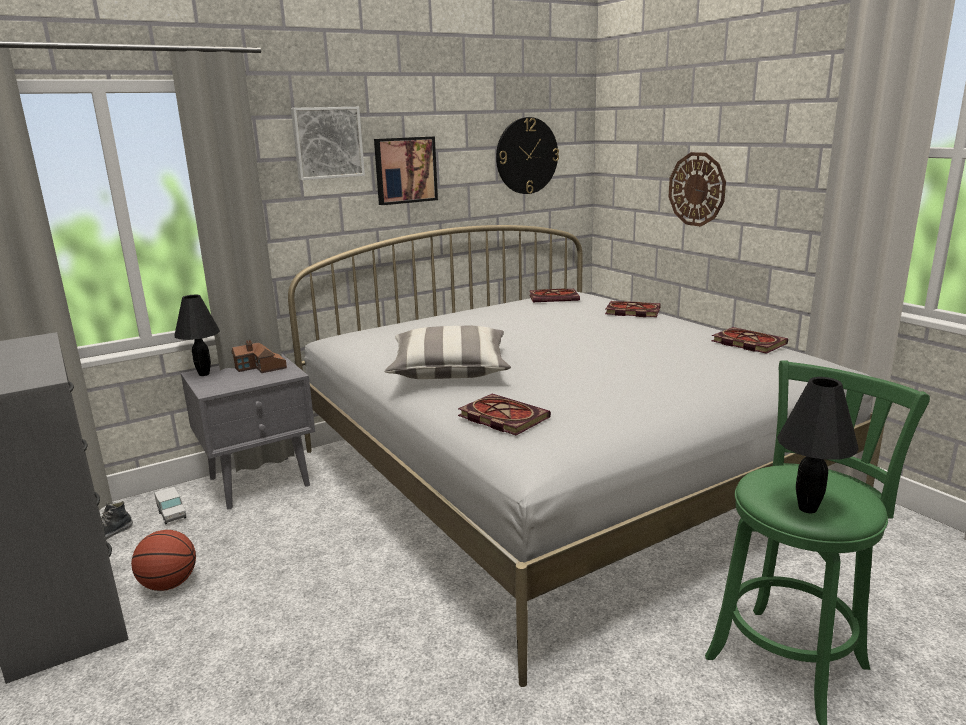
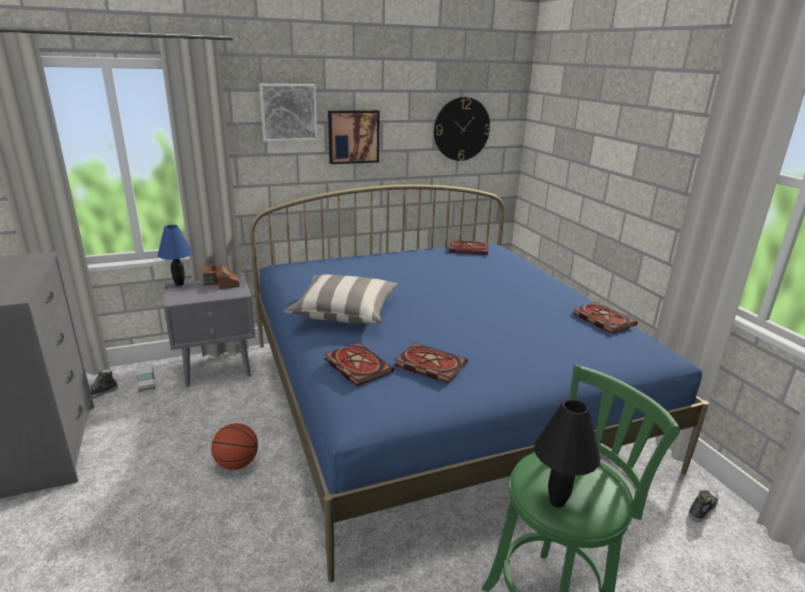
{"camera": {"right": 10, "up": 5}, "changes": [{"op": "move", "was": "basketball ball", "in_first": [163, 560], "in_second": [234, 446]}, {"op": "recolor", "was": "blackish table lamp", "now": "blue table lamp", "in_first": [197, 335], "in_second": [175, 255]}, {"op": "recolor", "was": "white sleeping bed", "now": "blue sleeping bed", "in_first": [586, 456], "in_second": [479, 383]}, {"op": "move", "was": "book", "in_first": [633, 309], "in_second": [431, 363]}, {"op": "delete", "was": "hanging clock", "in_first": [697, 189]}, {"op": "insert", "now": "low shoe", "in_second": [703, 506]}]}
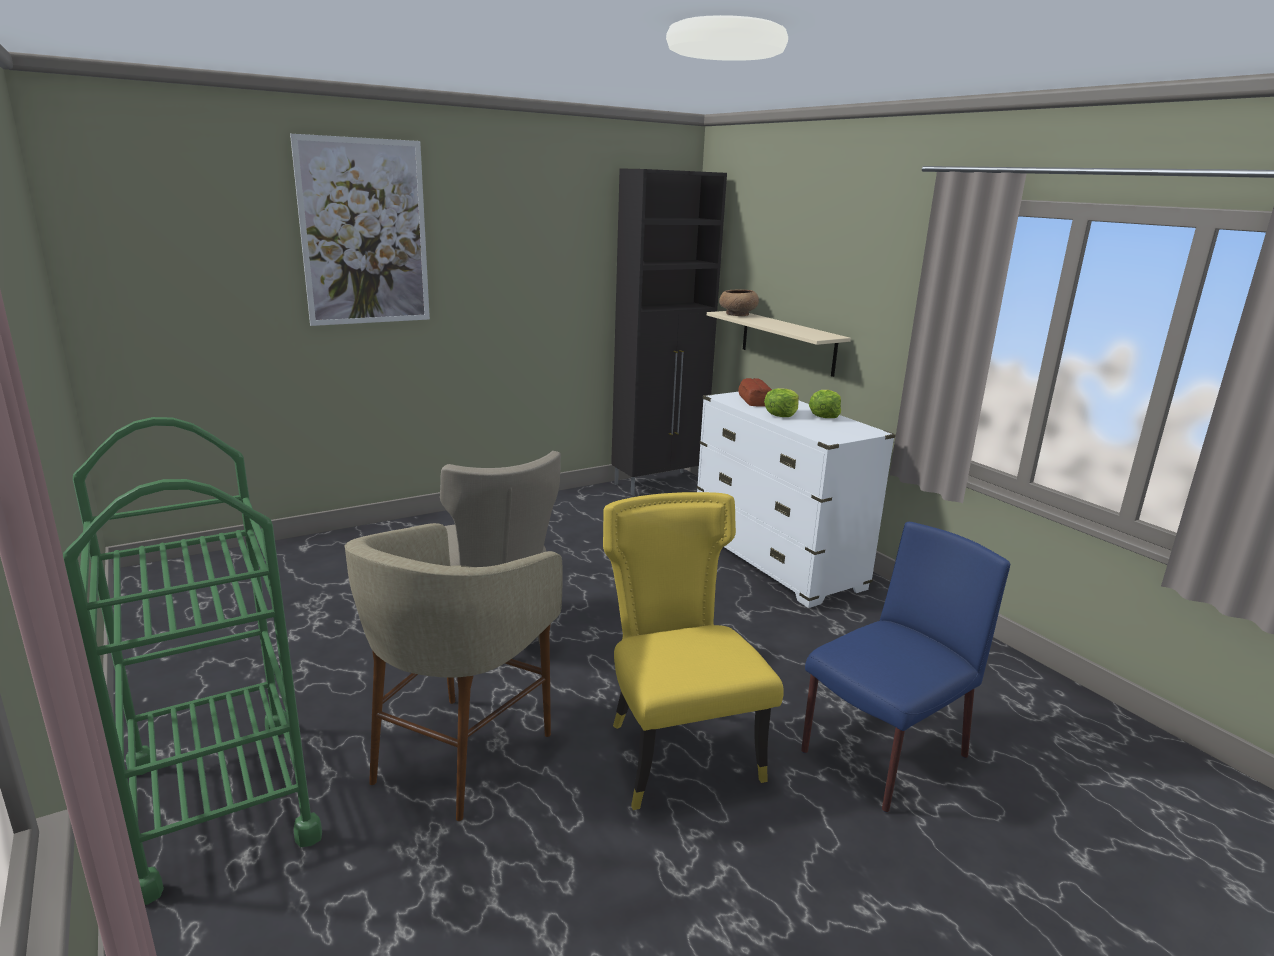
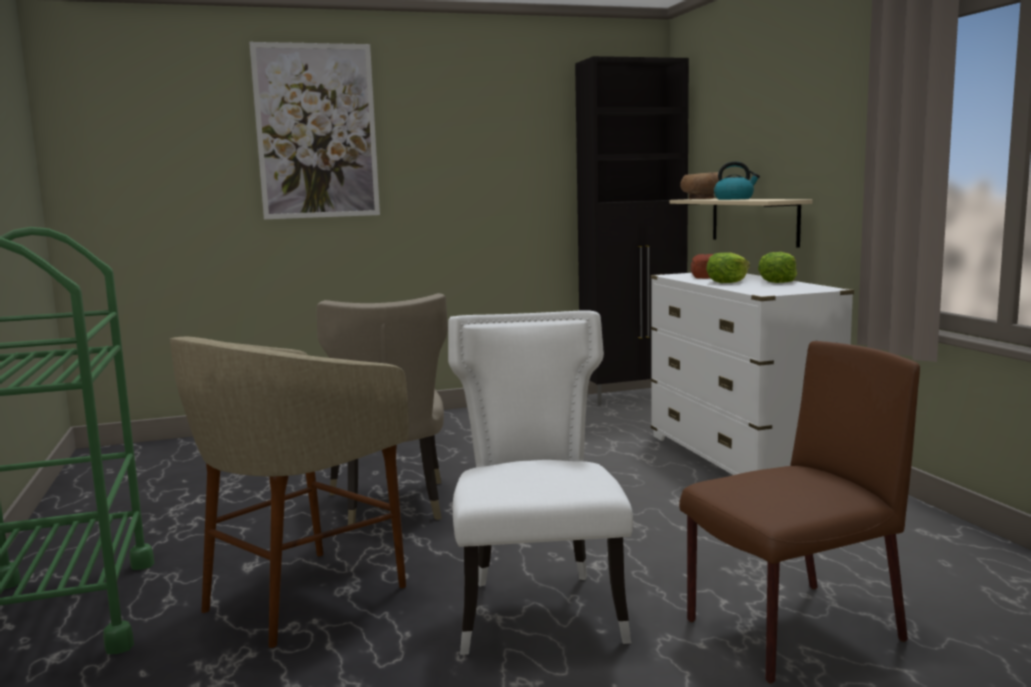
{"camera": {"right": 15, "up": -10}, "changes": [{"op": "recolor", "was": "yellowish chair", "now": "white chair", "in_first": [693, 651], "in_second": [540, 482]}, {"op": "recolor", "was": "blue chair", "now": "brownish chair", "in_first": [905, 667], "in_second": [799, 512]}, {"op": "insert", "now": "kettle", "in_second": [737, 180]}]}
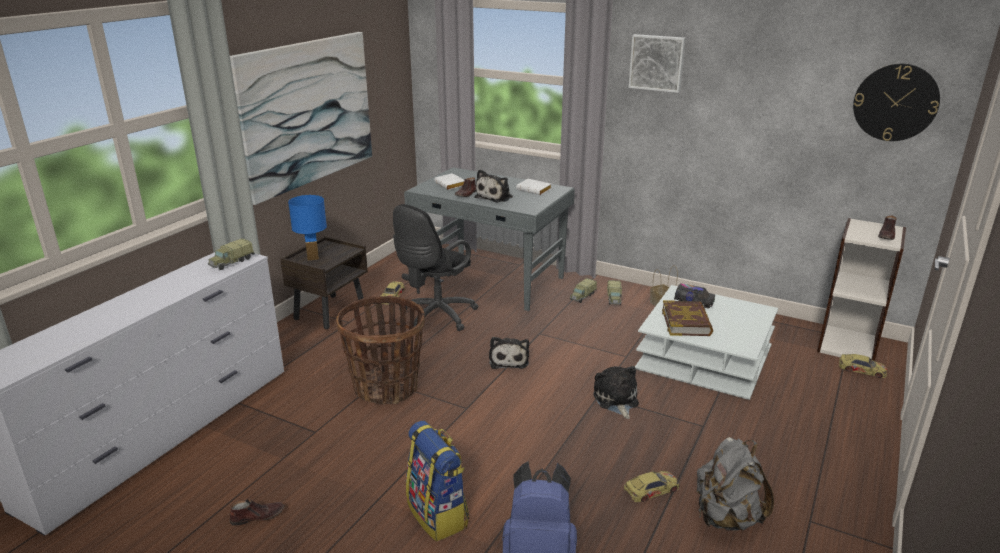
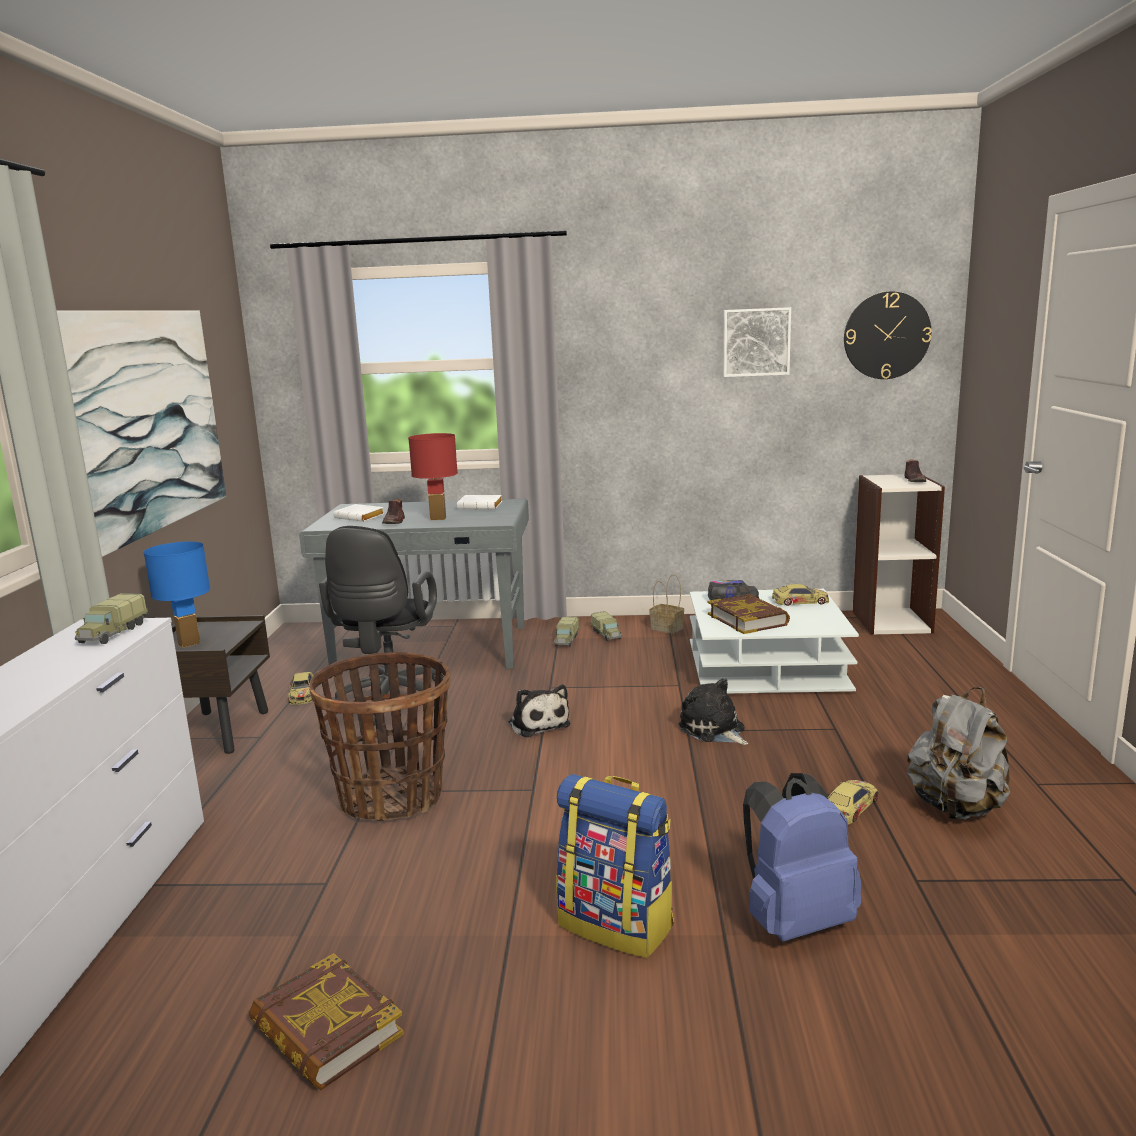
{"camera": {"right": -25, "up": -10}, "changes": [{"op": "replace", "was": "brownish low shoe", "now": "book", "in_first": [257, 512], "in_second": [326, 1021]}, {"op": "replace", "was": "plush toy", "now": "red-coloured table lamp", "in_first": [493, 185], "in_second": [433, 476]}, {"op": "move", "was": "wall art", "in_first": [657, 63], "in_second": [757, 342]}, {"op": "move", "was": "model car", "in_first": [863, 366], "in_second": [800, 595]}]}
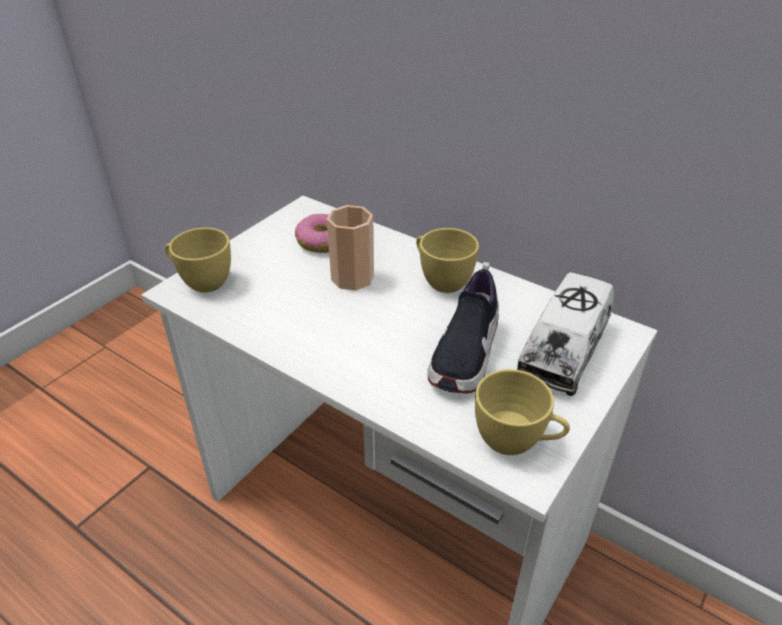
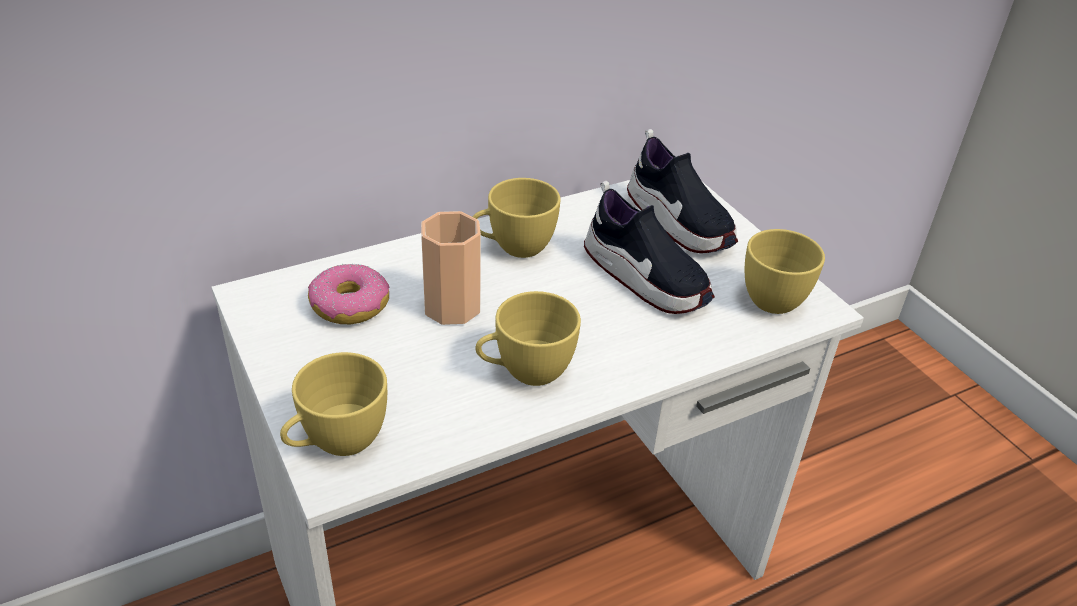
{"camera": {"right": -65, "up": 0}, "changes": [{"op": "replace", "was": "toy truck", "now": "low shoe", "in_first": [564, 334], "in_second": [682, 191]}, {"op": "insert", "now": "yellowish cup", "in_second": [528, 338]}]}
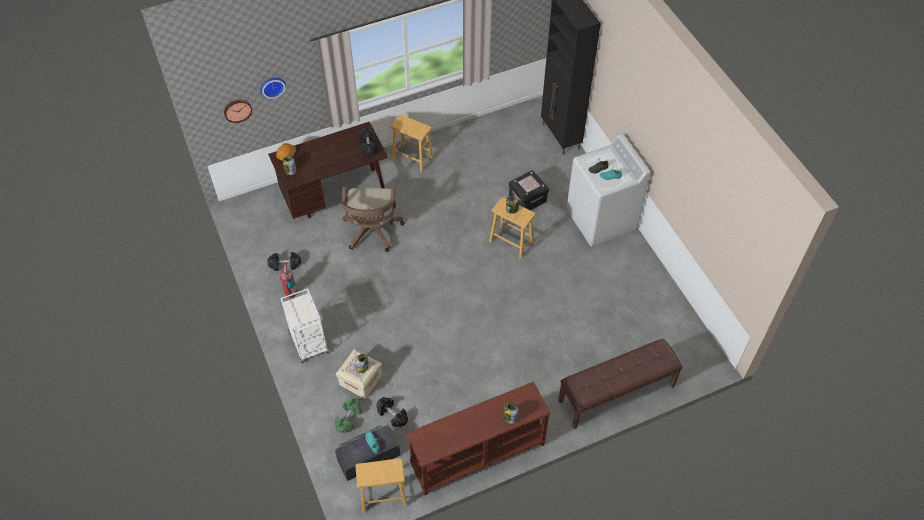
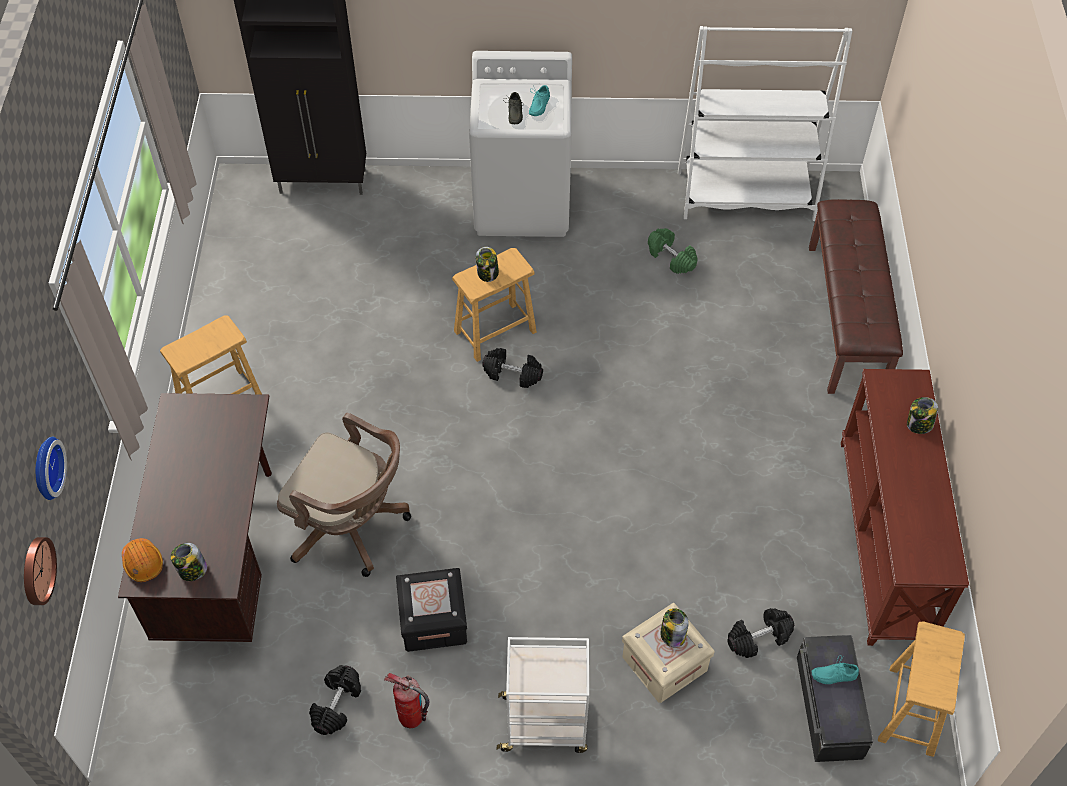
{"camera": {"right": -65, "up": 0}, "changes": [{"op": "move", "was": "greenish free weight", "in_first": [348, 416], "in_second": [673, 251]}, {"op": "move", "was": "blackish free weight", "in_first": [368, 142], "in_second": [512, 368]}, {"op": "move", "was": "blackish storage bin", "in_first": [529, 190], "in_second": [431, 610]}, {"op": "insert", "now": "white bookshelf", "in_second": [765, 123]}]}
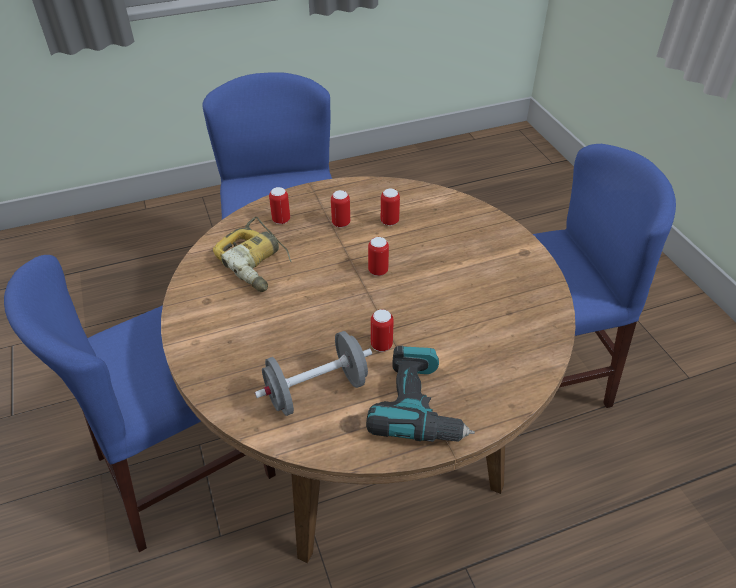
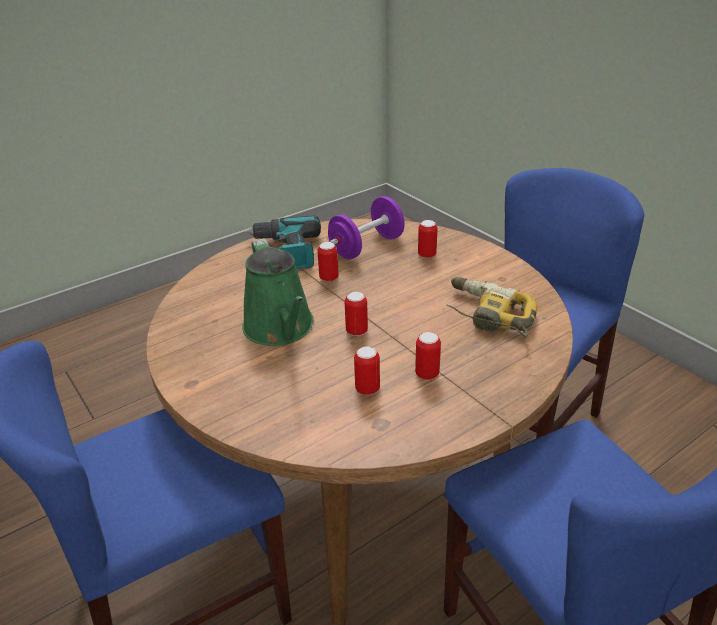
{"camera": {"right": 165, "up": -10}, "changes": [{"op": "recolor", "was": "greyish free weight", "now": "purple-coloured free weight", "in_first": [313, 373], "in_second": [366, 228]}, {"op": "move", "was": "can", "in_first": [279, 205], "in_second": [428, 239]}, {"op": "insert", "now": "greenish sprinkling can", "in_second": [278, 292]}]}
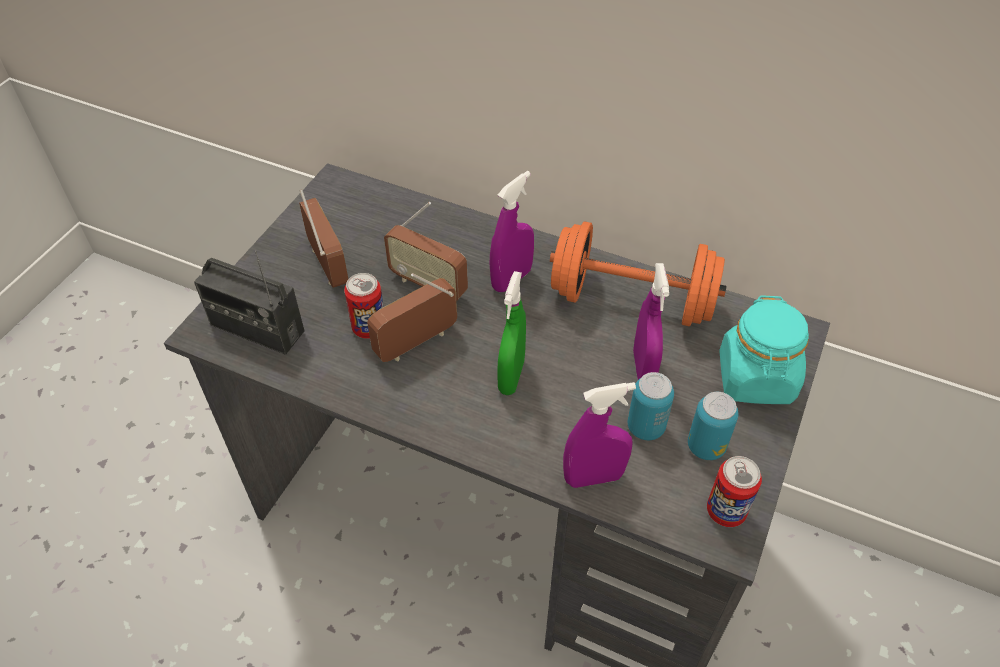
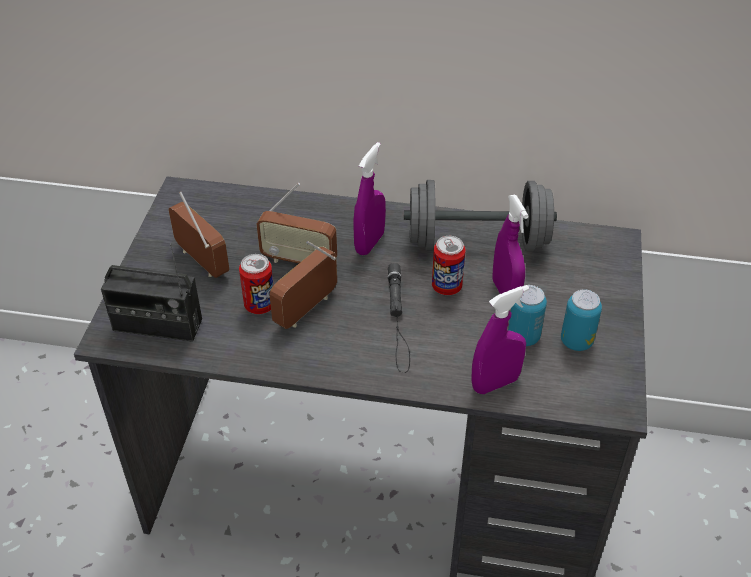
{"camera": {"right": -15, "up": -5}, "changes": [{"op": "replace", "was": "greenish hand sprayer", "now": "blackish torch", "in_first": [511, 333], "in_second": [399, 318]}, {"op": "recolor", "was": "orangey free weight", "now": "greyish free weight", "in_first": [638, 274], "in_second": [480, 216]}, {"op": "move", "was": "can", "in_first": [734, 491], "in_second": [449, 265]}, {"op": "delete", "was": "turquoise jar", "in_first": [764, 349]}]}
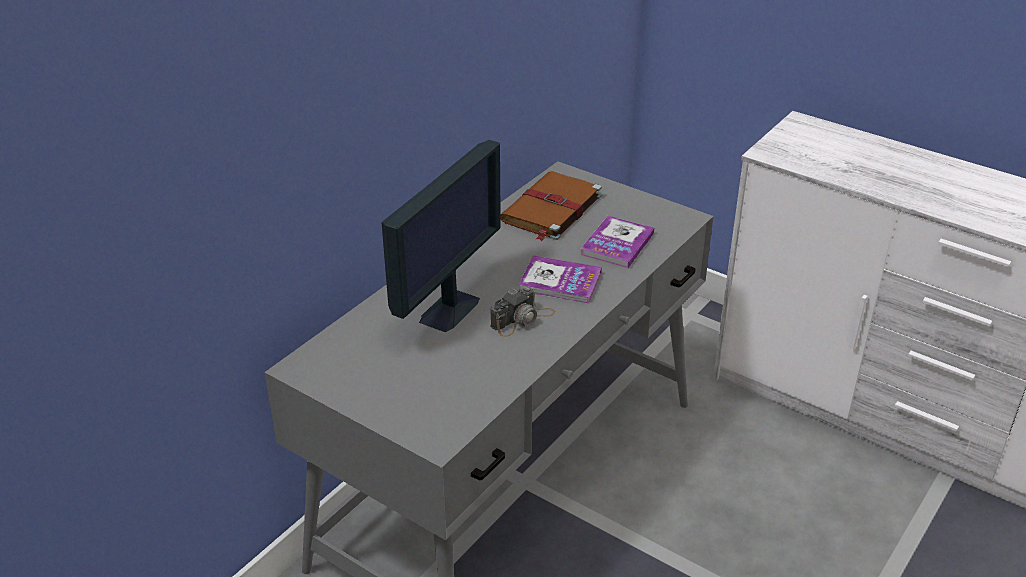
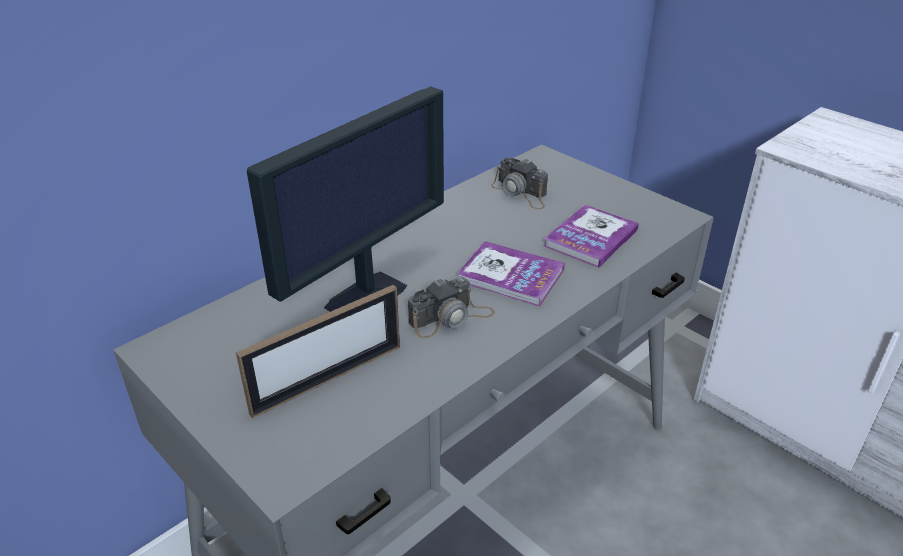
{"camera": {"right": 10, "up": 0}, "changes": [{"op": "replace", "was": "brownish book", "now": "still camera", "in_first": [551, 206], "in_second": [519, 183]}, {"op": "insert", "now": "standing frame", "in_second": [318, 351]}]}
